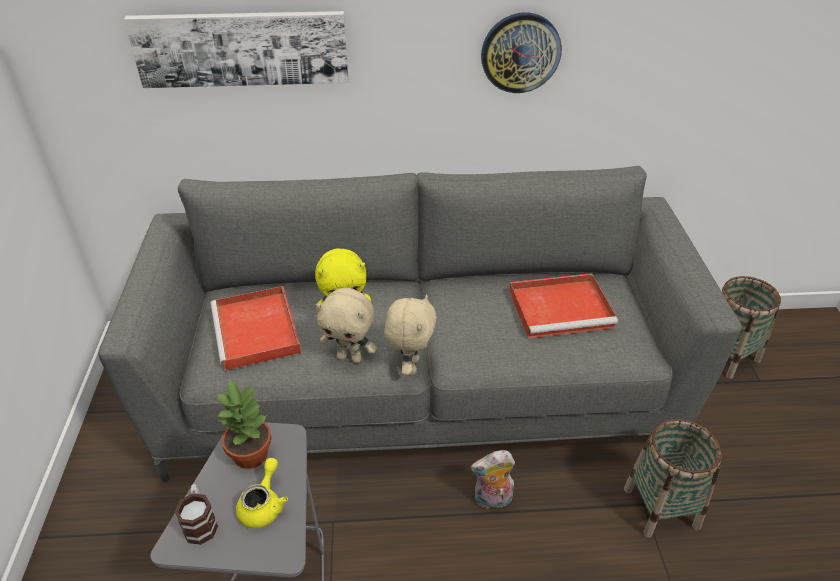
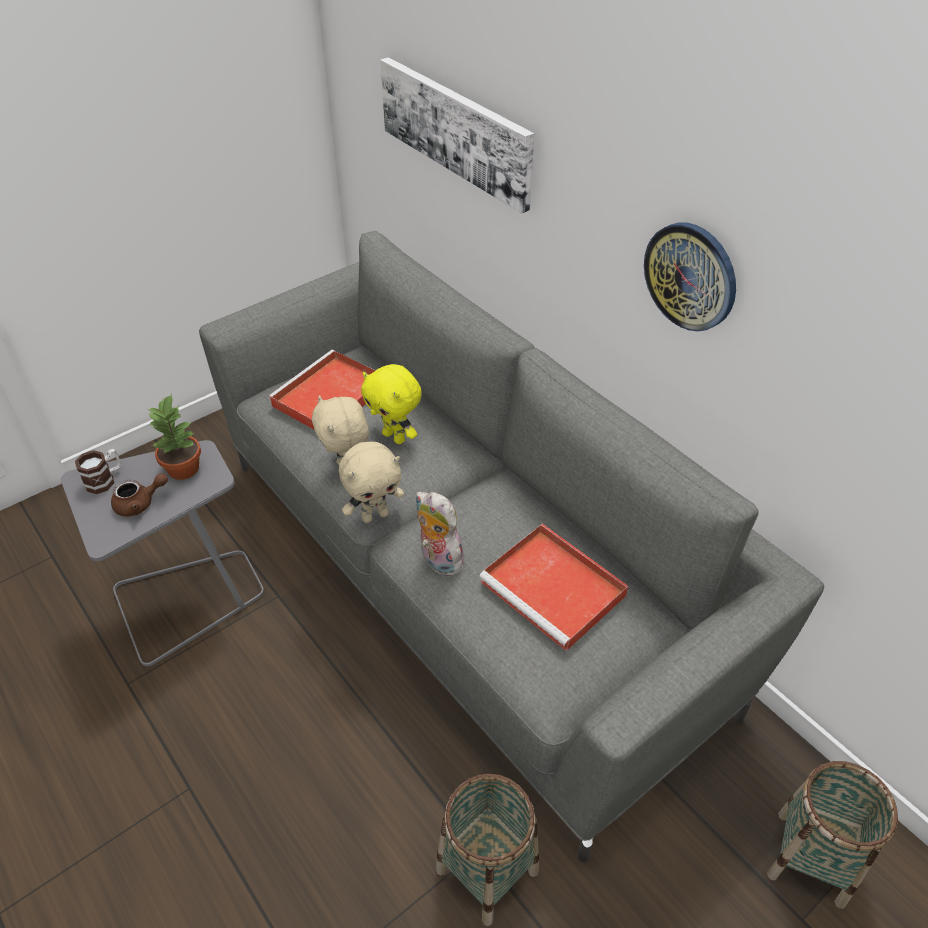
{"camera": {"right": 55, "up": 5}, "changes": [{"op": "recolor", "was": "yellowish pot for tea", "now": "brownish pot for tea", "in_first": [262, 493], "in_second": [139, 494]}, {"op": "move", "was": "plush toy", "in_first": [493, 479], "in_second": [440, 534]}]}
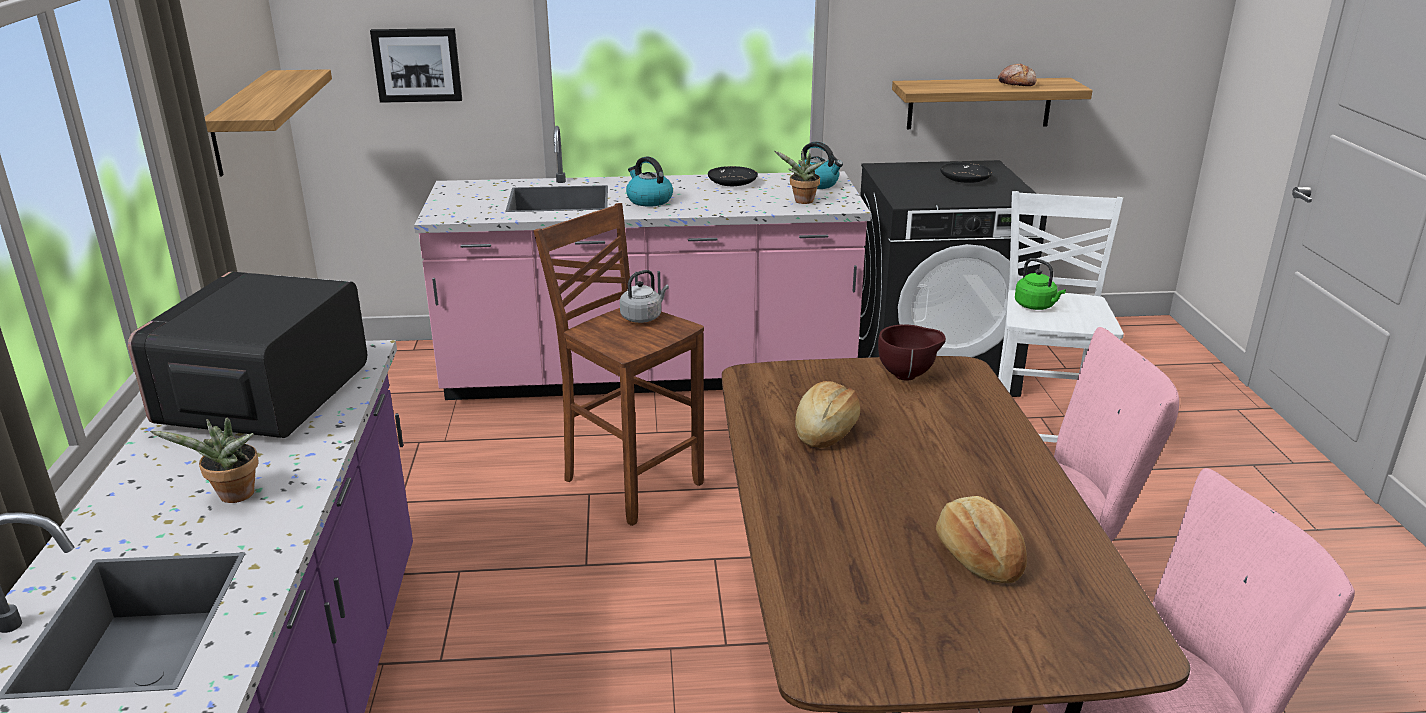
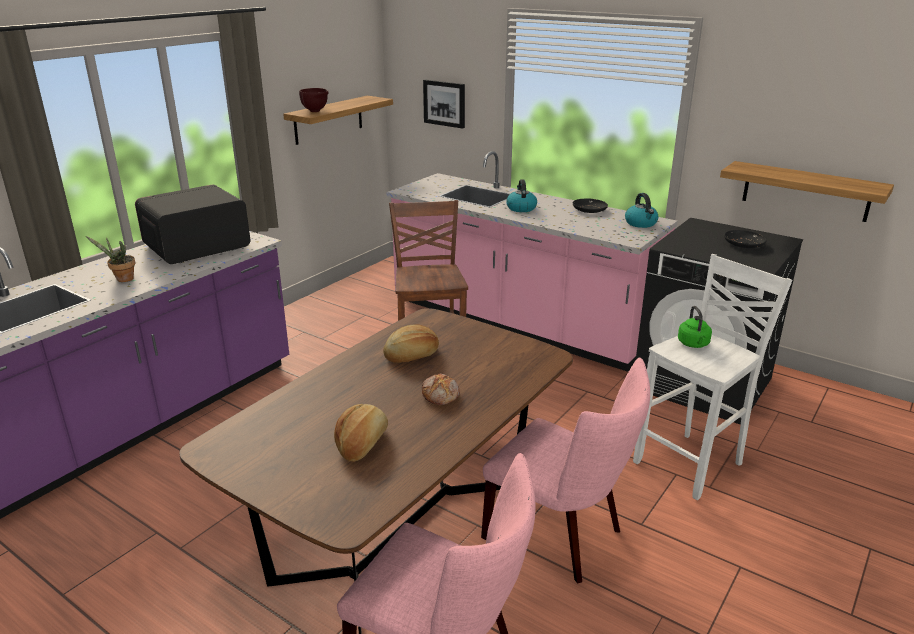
{"camera": {"right": 40, "up": 0}, "changes": [{"op": "delete", "was": "greyish kettle", "in_first": [644, 296]}, {"op": "delete", "was": "potted plant", "in_first": [799, 176]}, {"op": "move", "was": "brownish serving bowl", "in_first": [912, 352], "in_second": [313, 100]}, {"op": "move", "was": "bakery bread", "in_first": [1017, 75], "in_second": [441, 389]}]}
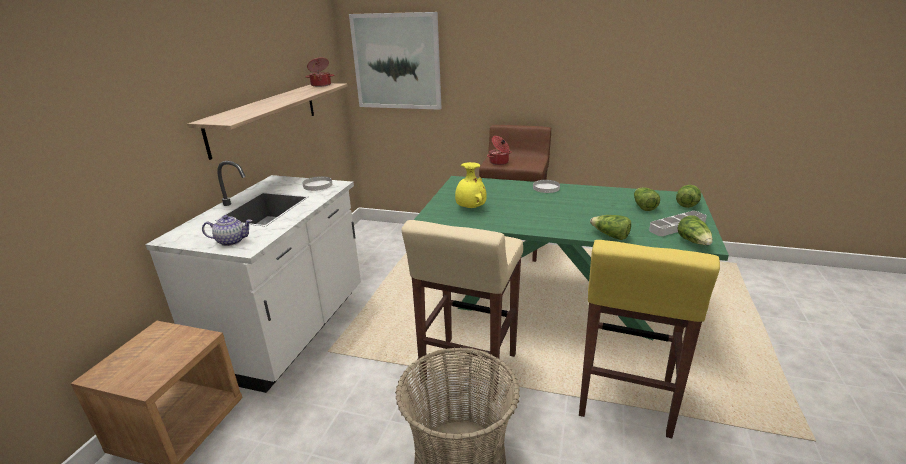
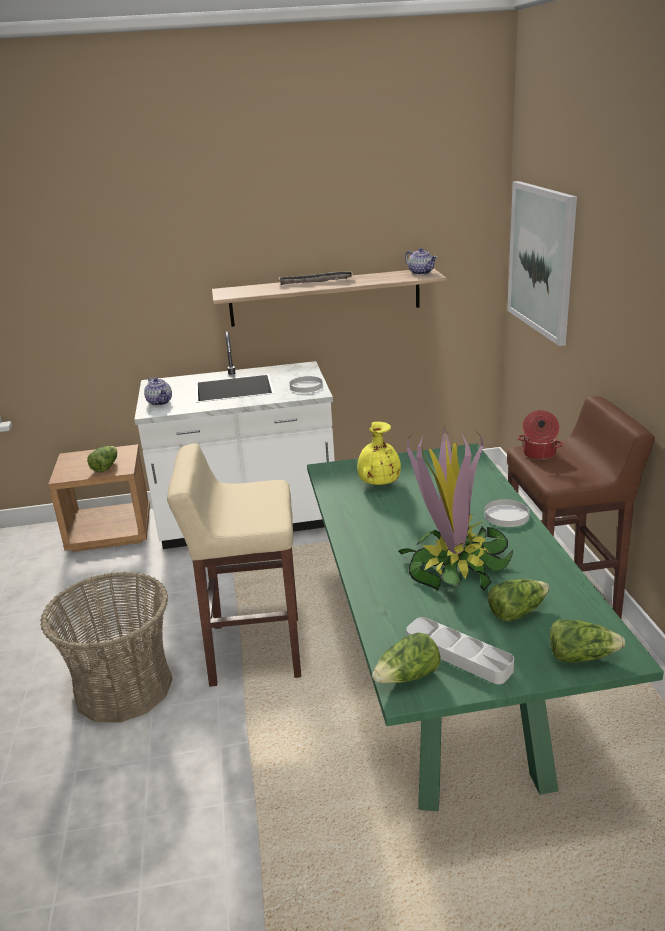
{"camera": {"right": 65, "up": 0}, "changes": [{"op": "replace", "was": "saucepot", "now": "pot for tea", "in_first": [319, 72], "in_second": [421, 261]}, {"op": "delete", "was": "yellowish sitting stool", "in_first": [649, 339]}, {"op": "move", "was": "lettuce head", "in_first": [610, 227], "in_second": [102, 459]}, {"op": "insert", "now": "carrying tray", "in_second": [315, 278]}, {"op": "insert", "now": "potted plant", "in_second": [456, 509]}]}
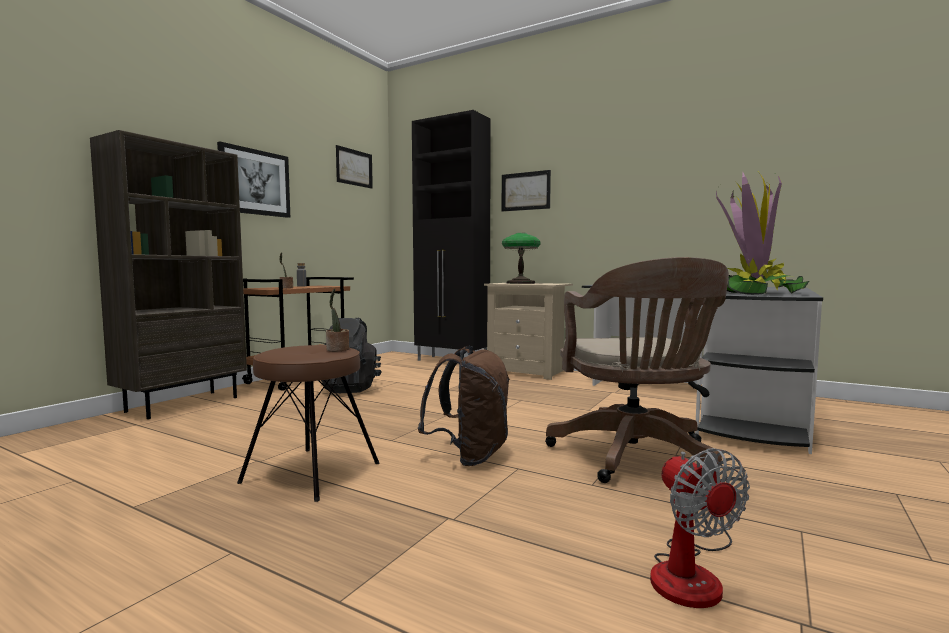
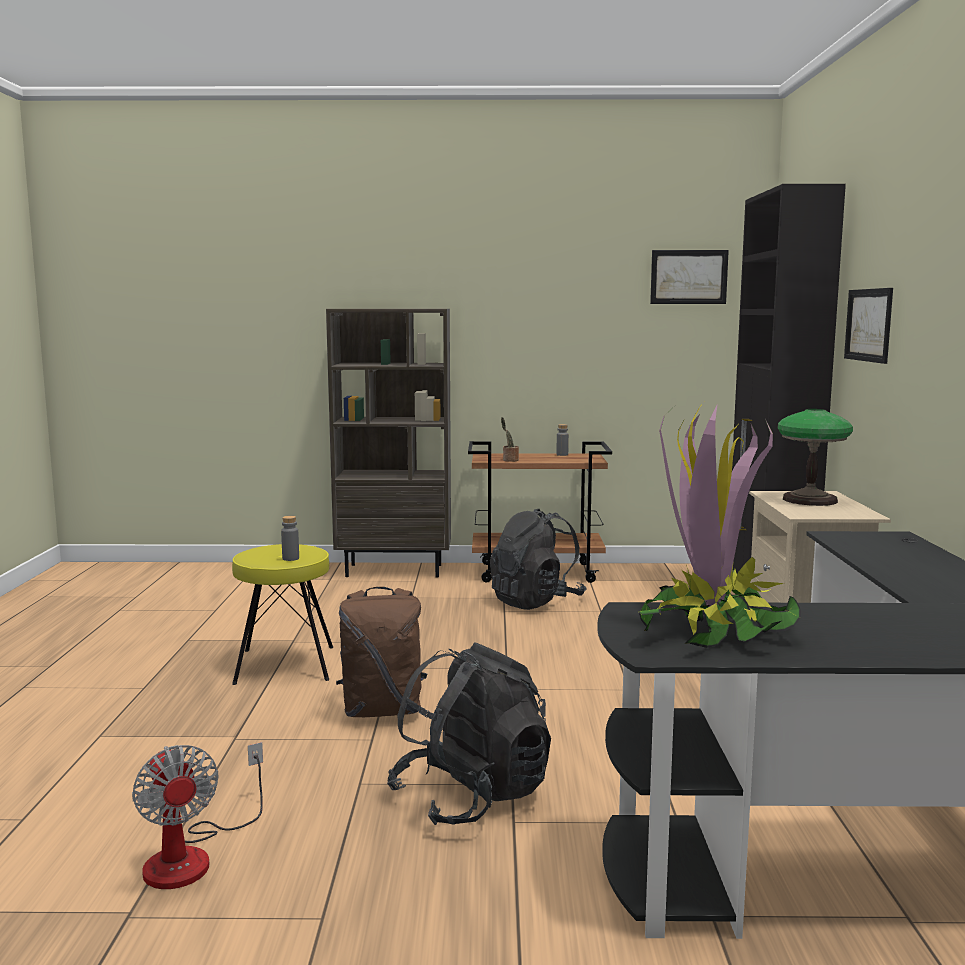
{"camera": {"right": 60, "up": 5}, "changes": [{"op": "delete", "was": "wall art", "in_first": [253, 180]}, {"op": "recolor", "was": "brownish sitting stool", "now": "yellowish sitting stool", "in_first": [308, 423], "in_second": [282, 614]}, {"op": "replace", "was": "potted plant", "now": "greyish bottle", "in_first": [337, 320], "in_second": [290, 538]}, {"op": "replace", "was": "brownish desk chair", "now": "blackish rucksack", "in_first": [637, 370], "in_second": [469, 733]}, {"op": "rotate", "was": "fan", "in_first": [700, 528], "in_second": [197, 815], "clockwise": -75}]}
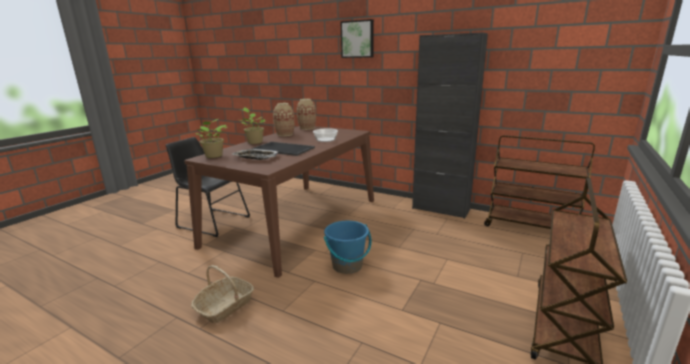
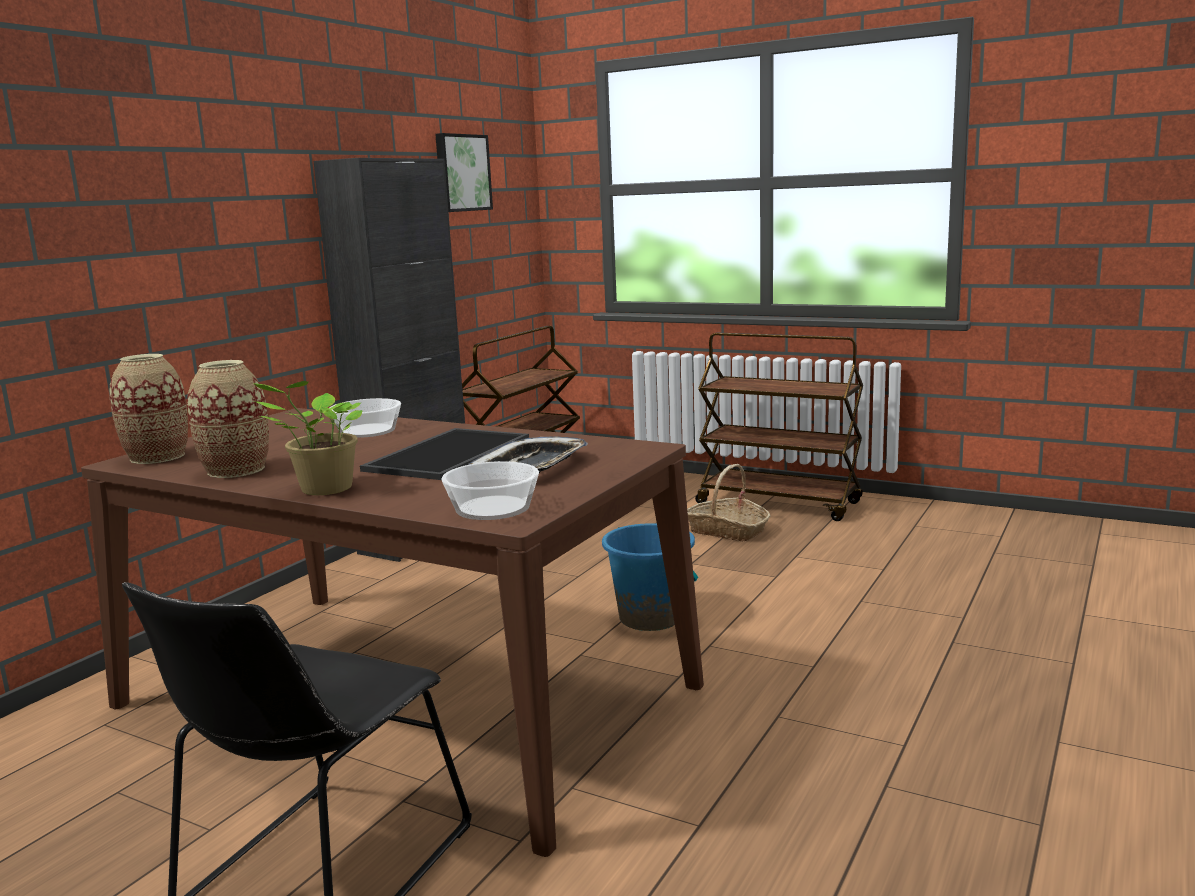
{"camera": {"right": -90, "up": -5}, "changes": [{"op": "move", "was": "storage basket", "in_first": [222, 294], "in_second": [728, 503]}, {"op": "replace", "was": "potted plant", "now": "serving bowl", "in_first": [211, 138], "in_second": [490, 490]}, {"op": "move", "was": "wall art", "in_first": [357, 38], "in_second": [464, 172]}]}
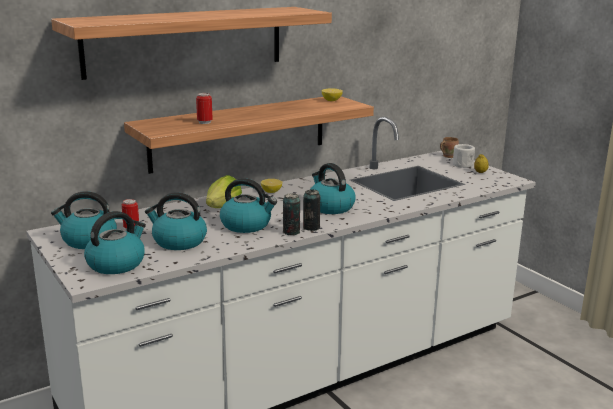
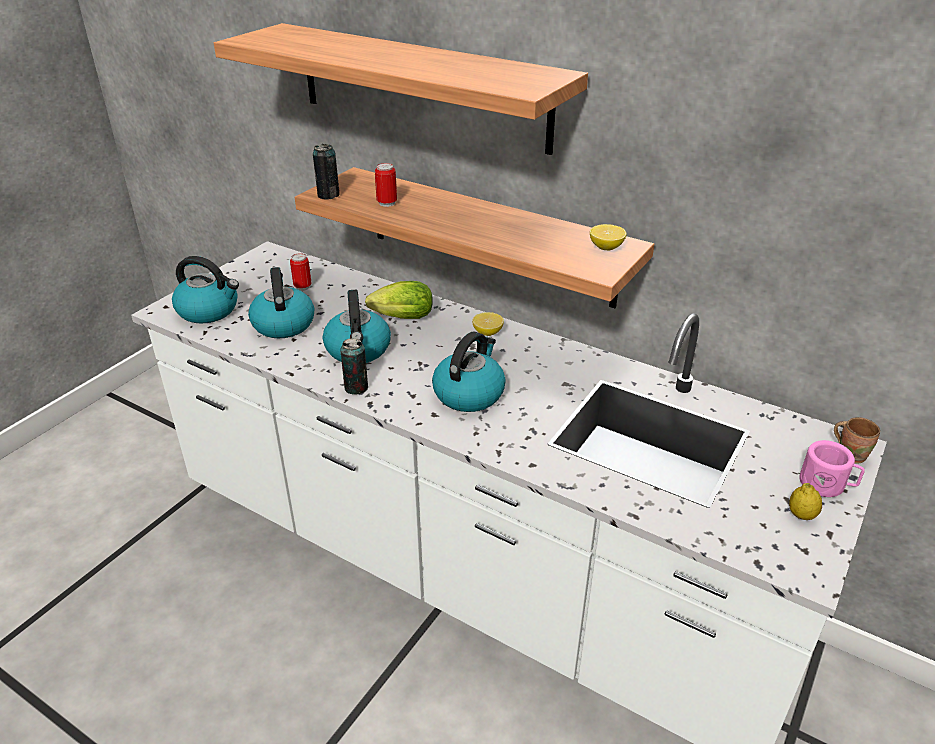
{"camera": {"right": 65, "up": 15}, "changes": [{"op": "delete", "was": "kettle", "in_first": [84, 220]}, {"op": "move", "was": "can", "in_first": [312, 210], "in_second": [326, 171]}, {"op": "recolor", "was": "white mug", "now": "pink mug", "in_first": [464, 156], "in_second": [832, 468]}]}
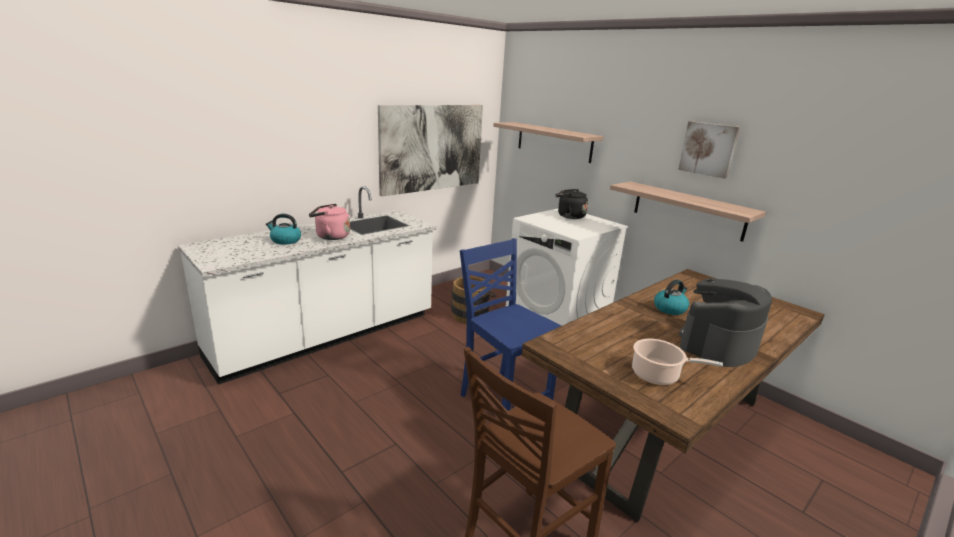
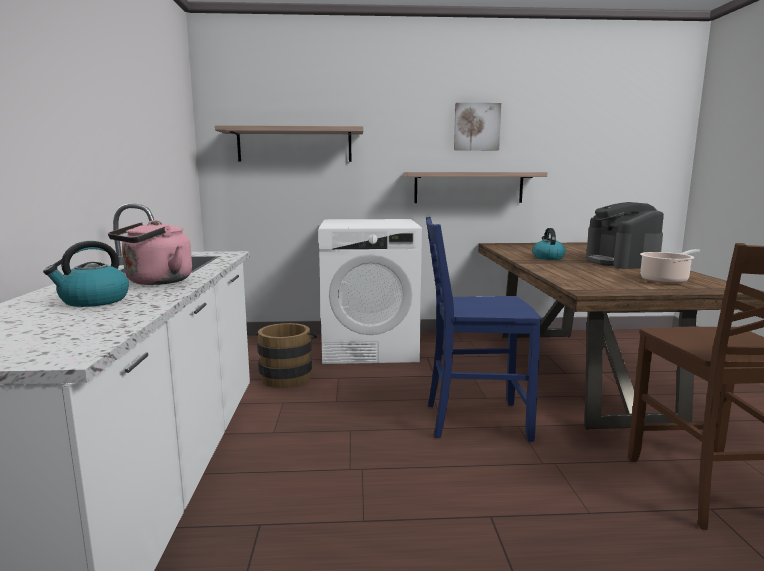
{"camera": {"right": -50, "up": -10}, "changes": [{"op": "delete", "was": "wall art", "in_first": [430, 151]}, {"op": "delete", "was": "blackish kettle", "in_first": [572, 204]}]}
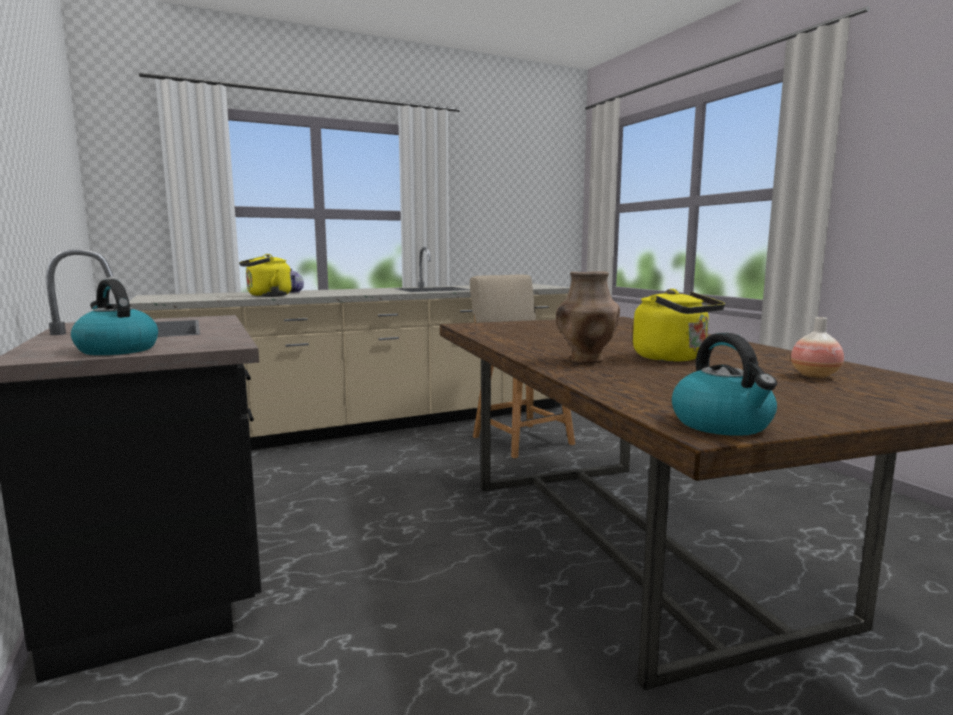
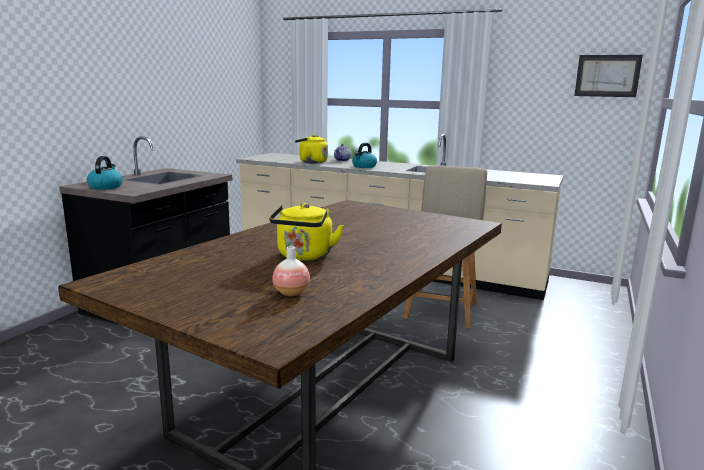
{"camera": {"right": 50, "up": 5}, "changes": [{"op": "delete", "was": "brownish decorative vase", "in_first": [588, 317]}, {"op": "move", "was": "kettle", "in_first": [724, 384], "in_second": [364, 155]}, {"op": "insert", "now": "wall art", "in_second": [608, 76]}]}
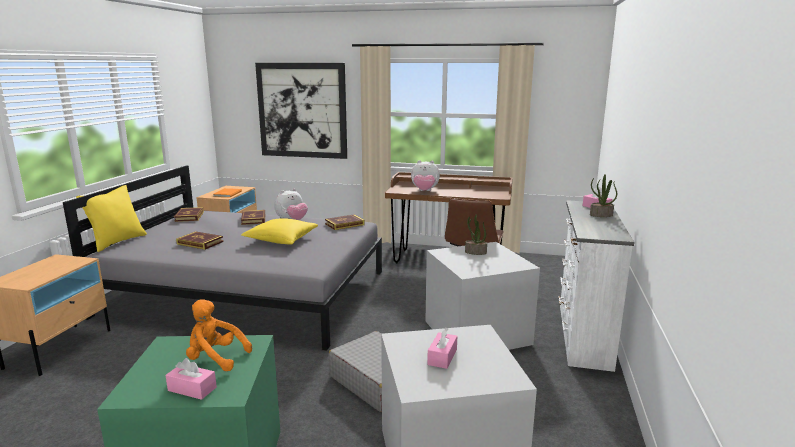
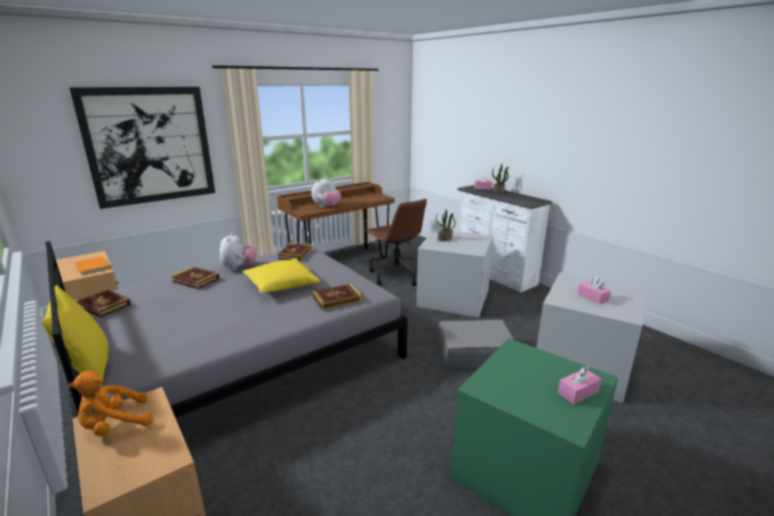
{"camera": {"right": -50, "up": 5}, "changes": [{"op": "move", "was": "book", "in_first": [200, 240], "in_second": [337, 297]}, {"op": "move", "was": "orangey plush toy", "in_first": [219, 335], "in_second": [110, 403]}]}
